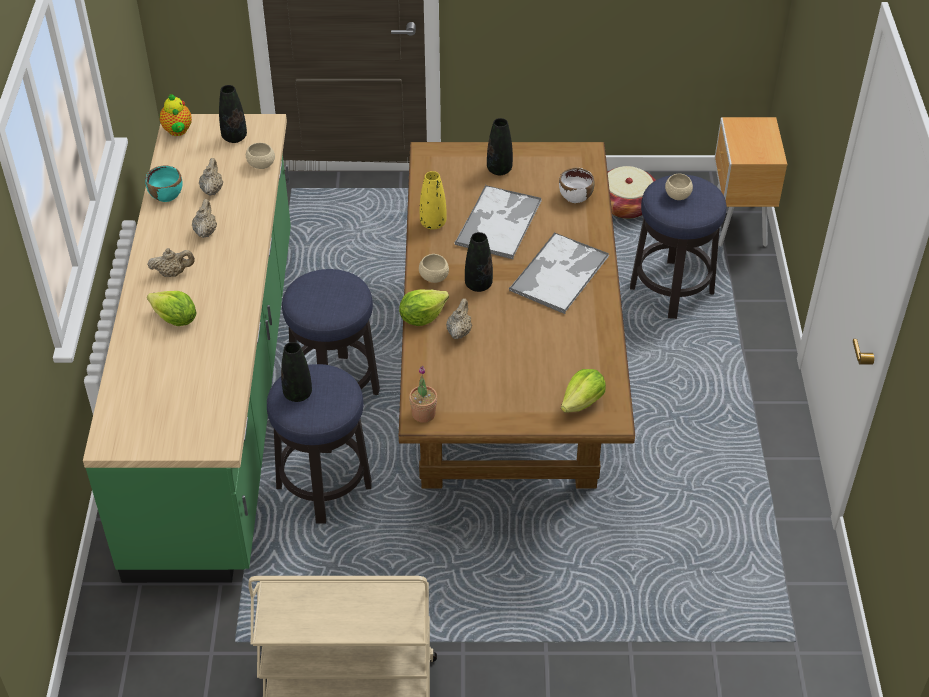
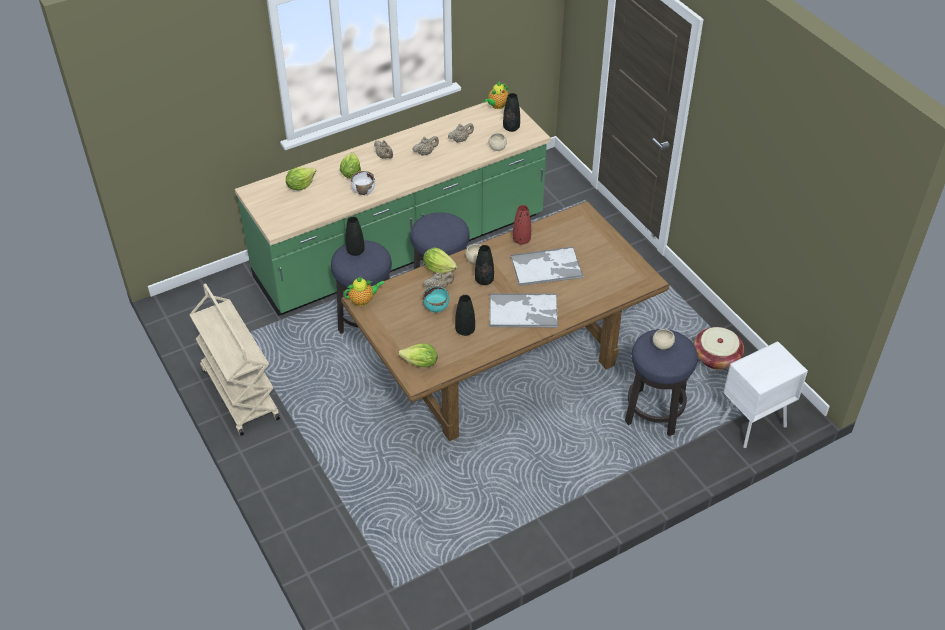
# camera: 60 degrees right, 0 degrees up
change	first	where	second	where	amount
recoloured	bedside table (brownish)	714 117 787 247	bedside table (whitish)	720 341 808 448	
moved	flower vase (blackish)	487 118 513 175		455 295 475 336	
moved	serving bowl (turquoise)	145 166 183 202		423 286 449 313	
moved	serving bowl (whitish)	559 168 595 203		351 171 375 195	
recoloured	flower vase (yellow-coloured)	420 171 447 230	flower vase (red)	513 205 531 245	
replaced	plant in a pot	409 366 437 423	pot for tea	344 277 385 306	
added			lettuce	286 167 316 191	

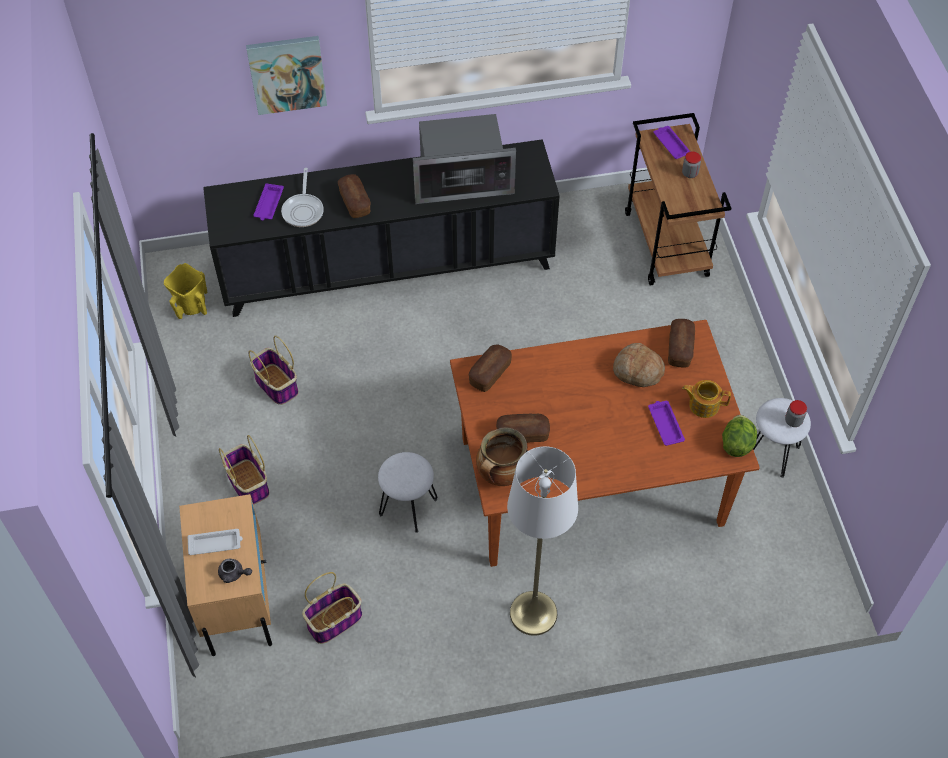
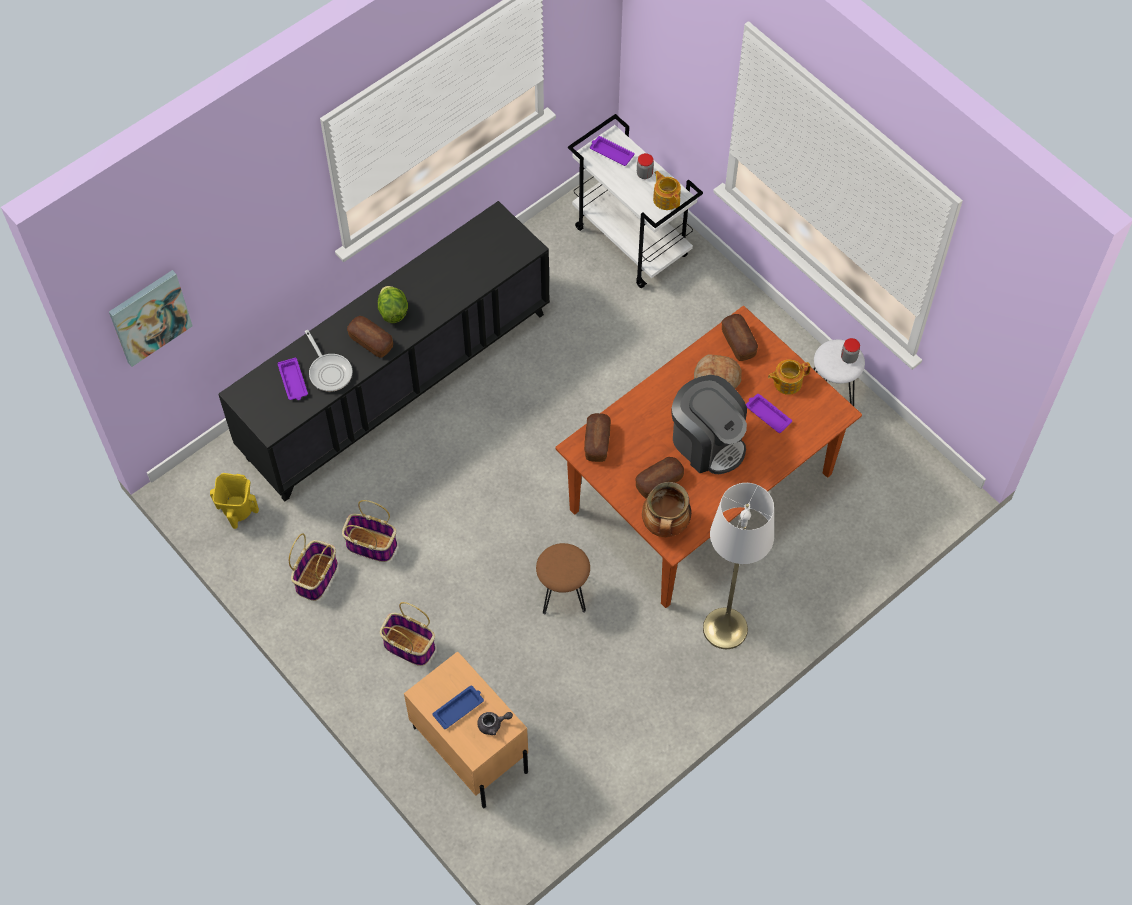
# camera: 30 degrees left, 5 degrees up
change	first	where	second	where	amount
moved	wall art	246 36 327 115		109 270 193 367	
recoloured	cart (brownish)	625 113 732 285	cart (whitish)	568 114 703 288	
removed	microwave oven	413 114 516 204			
moved	lettuce	722 415 757 457		378 286 408 323	
recoloured	stool seat (whitish)	378 452 438 533	stool seat (brownish)	536 543 590 614	
recoloured	tray (whitish)	188 529 243 555	tray (bluish)	433 686 484 729	
moved	storage basket	302 572 362 644		289 533 338 601	
added			pot for tea	653 171 681 210	
added			coffee machine	671 375 747 474	

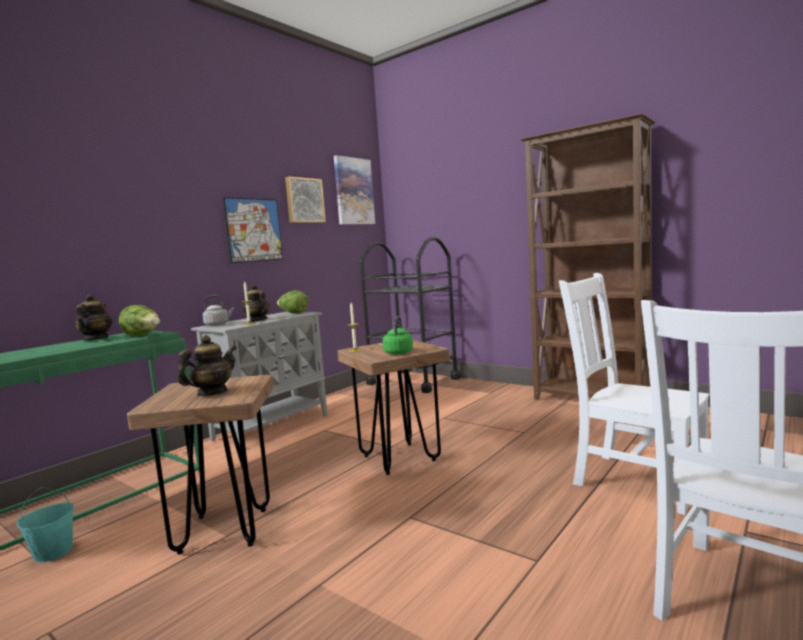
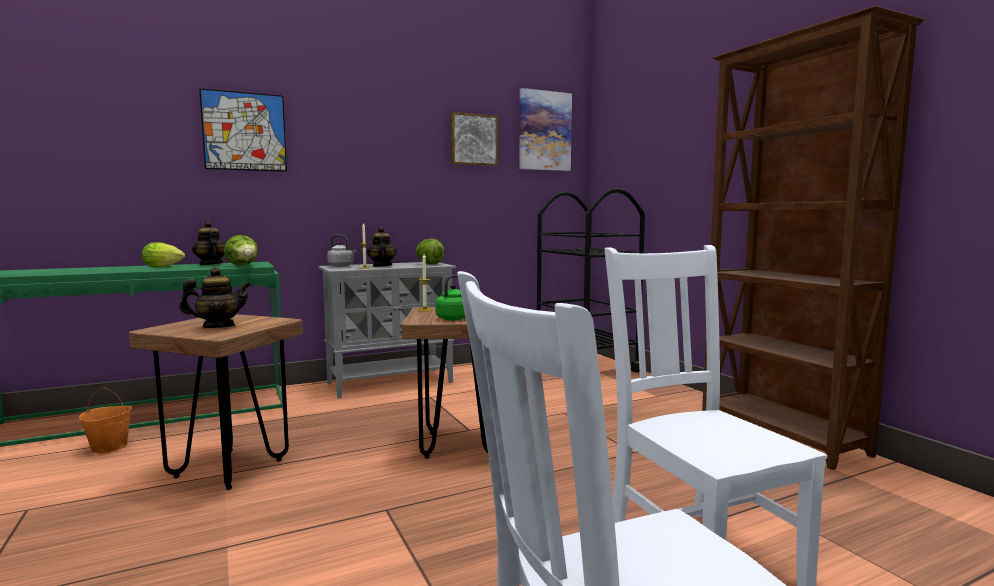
# camera: 25 degrees right, 0 degrees up
change	first	where	second	where	amount
moved	wall art	223 197 283 263		199 88 287 172	
turned	pot for tea	75 294 112 341		192 221 225 265	60 degrees counterclockwise
recoloured	water bucket (turquoise)	17 487 74 563	water bucket (orange)	79 387 132 453	
added			lettuce	142 242 185 267	

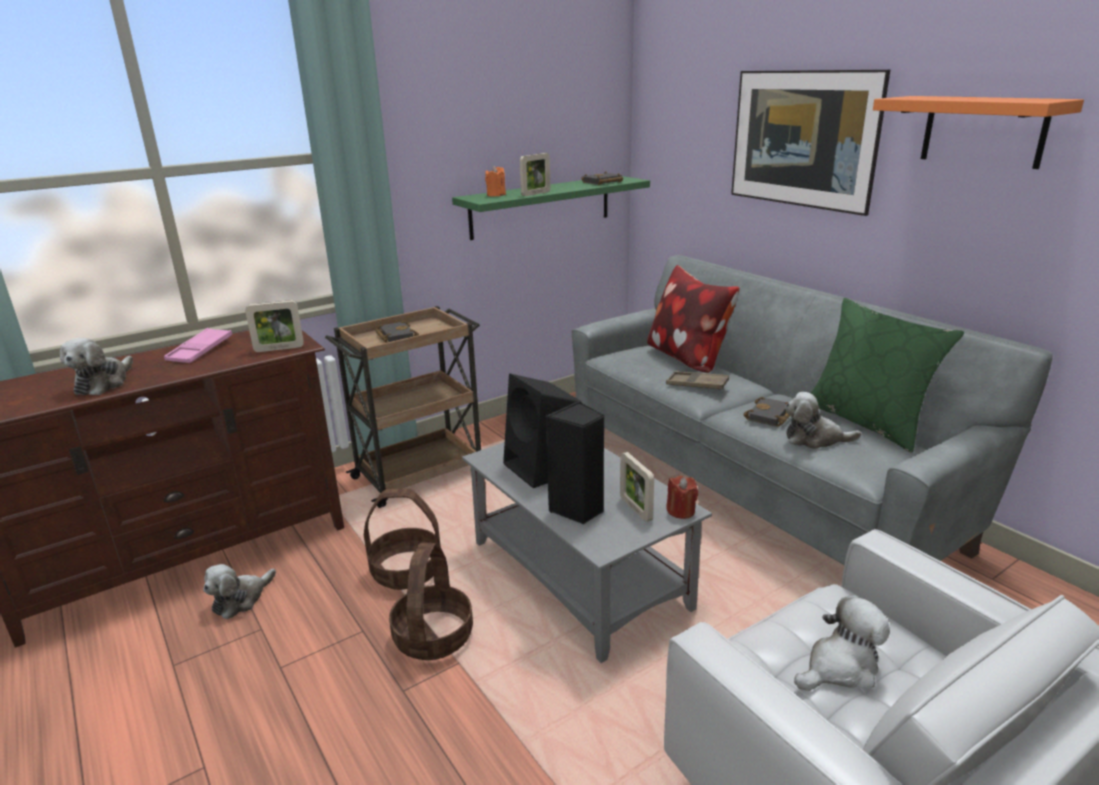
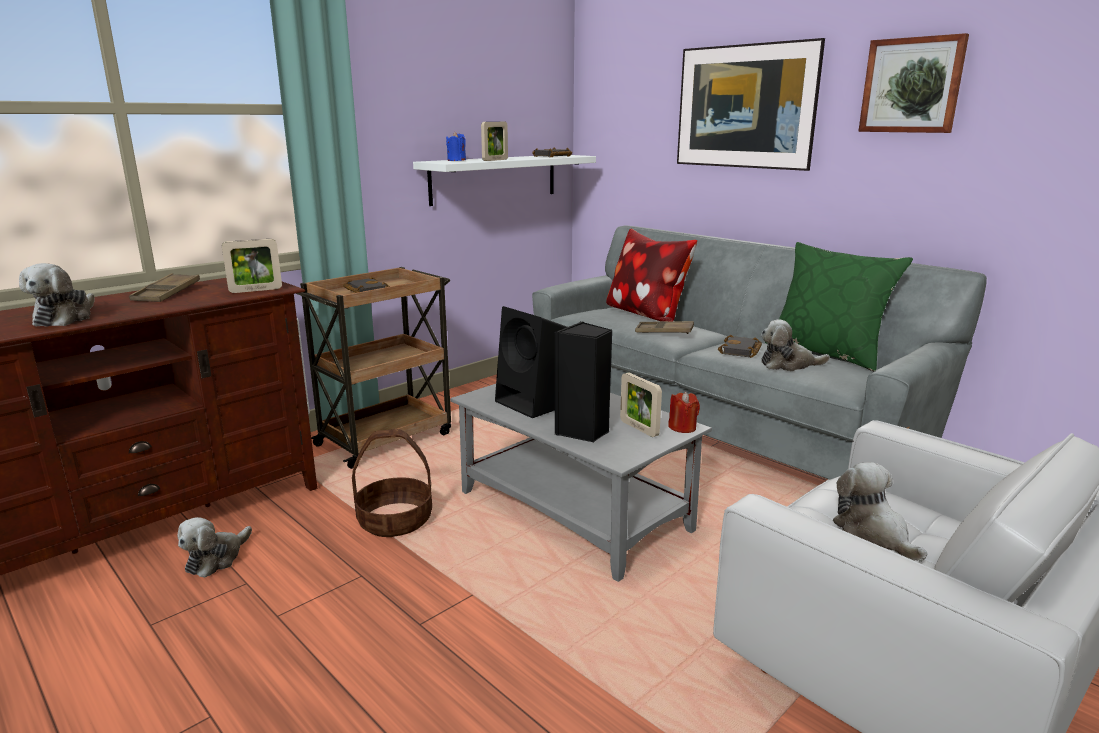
# camera: 10 degrees left, 5 degrees down
change	first	where	second	where	amount
replaced	shelf (orange)	873 96 1084 169	wall art	858 33 969 133	
recoloured	wax candle (orange)	485 166 506 196	wax candle (bluish)	446 132 466 161	
recoloured	shelf (green)	452 176 650 240	shelf (whitish)	413 155 596 206	
recoloured	tray (pink)	164 328 232 363	tray (brownish)	129 273 200 302	
removed	storage basket	389 542 473 660			
turned	soft toy	794 595 890 691		833 462 927 562	75 degrees counterclockwise

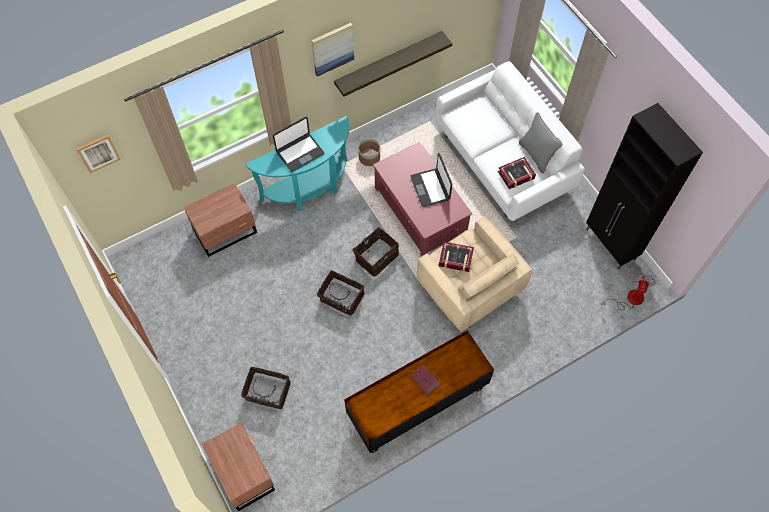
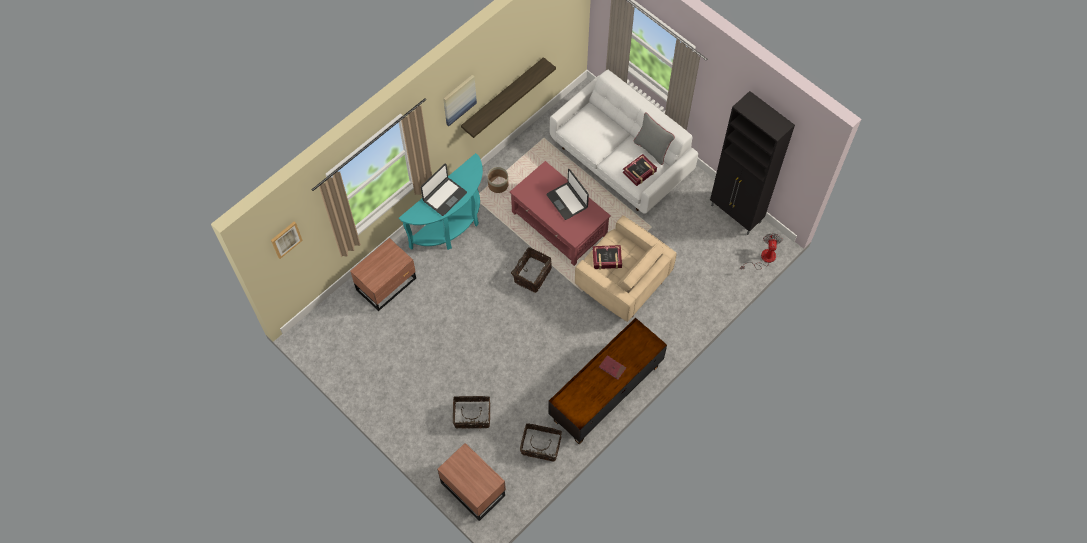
# camera: 15 degrees left, 0 degrees up
change	first	where	second	where	amount
moved	storage basket	317 270 365 316		520 423 562 465	

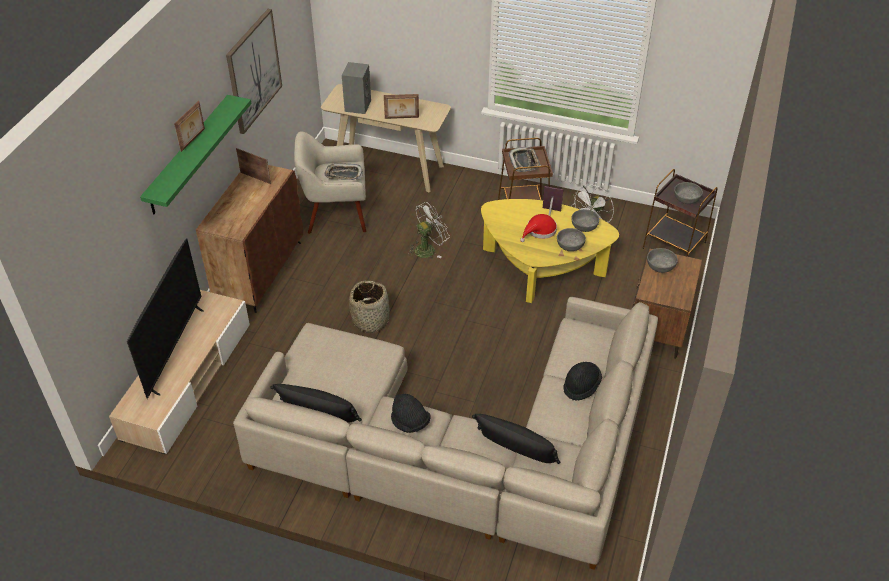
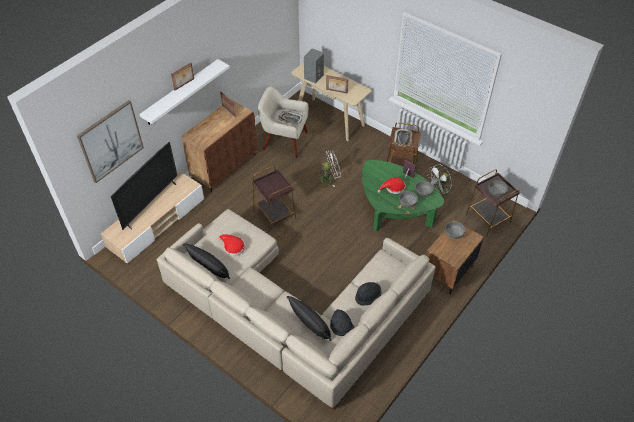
# camera: 20 degrees right, 5 degrees up
change	first	where	second	where	amount
moved	wall art	226 9 282 134		77 100 144 183	
recoloured	shelf (green)	140 95 252 214	shelf (whitish)	139 59 230 125	
recoloured	low table (yellow-coloured)	481 199 619 303	low table (green)	362 160 444 232	
replaced	storage basket	349 280 390 333	end table (brownish)	252 166 296 232	
moved	wearable hat (blackish)	391 394 431 433		330 309 354 336	
added			wearable hat (red)	218 234 245 256	

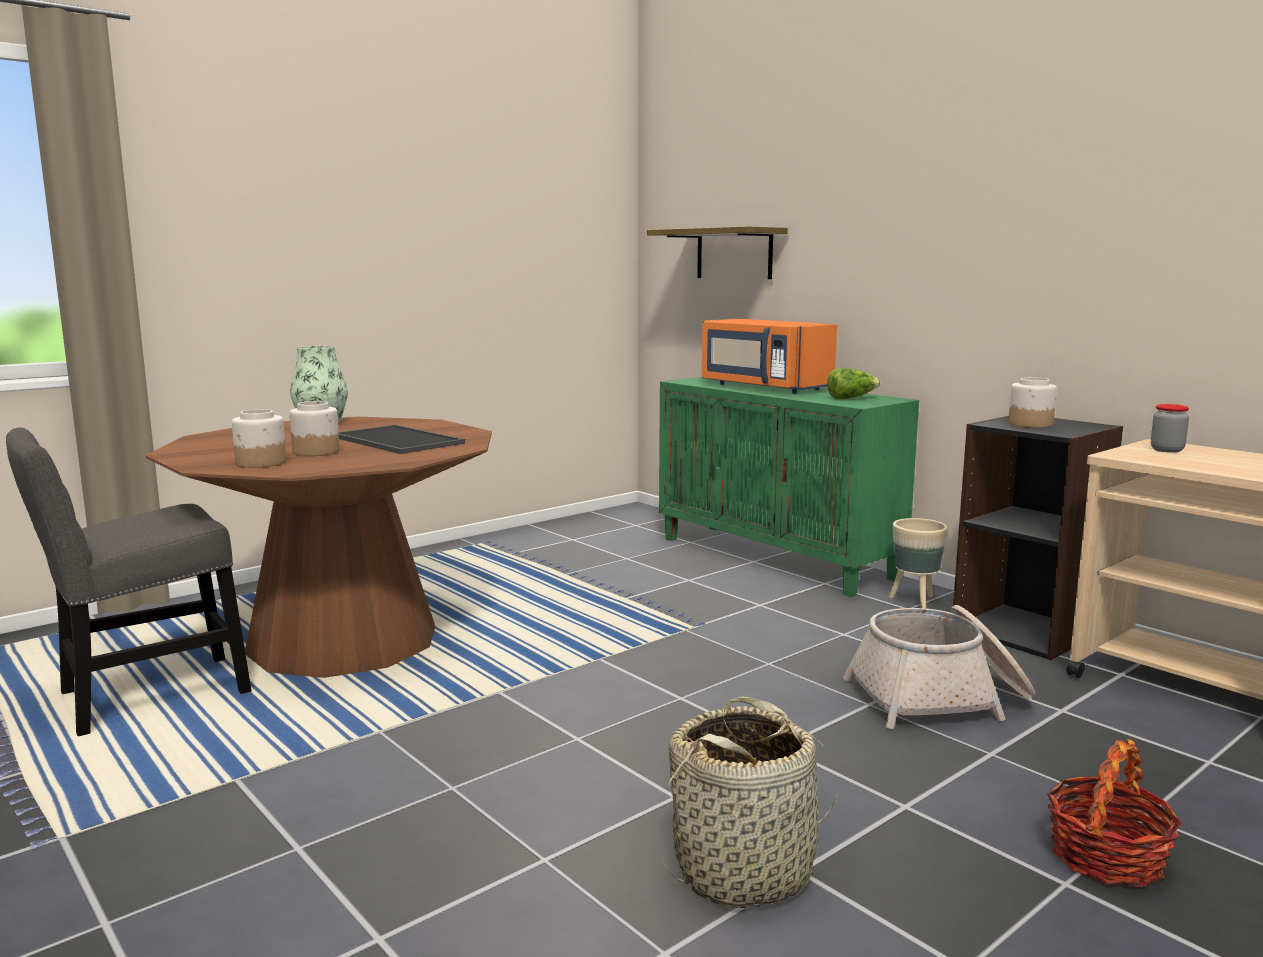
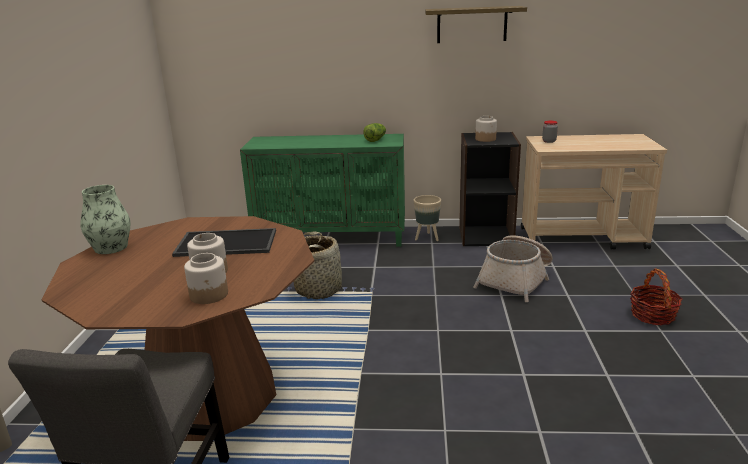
# camera: 45 degrees left, 10 degrees up
change	first	where	second	where	amount
moved	shelf	647 226 788 279		425 6 527 43	
removed	microwave oven (orange)	702 319 837 394			
moved	storage basket	661 696 839 908		293 231 342 299	

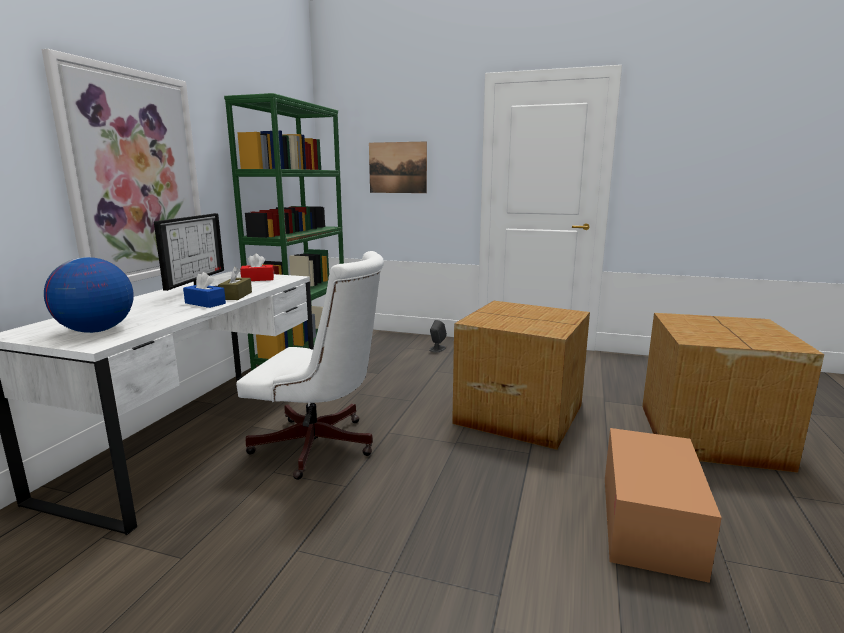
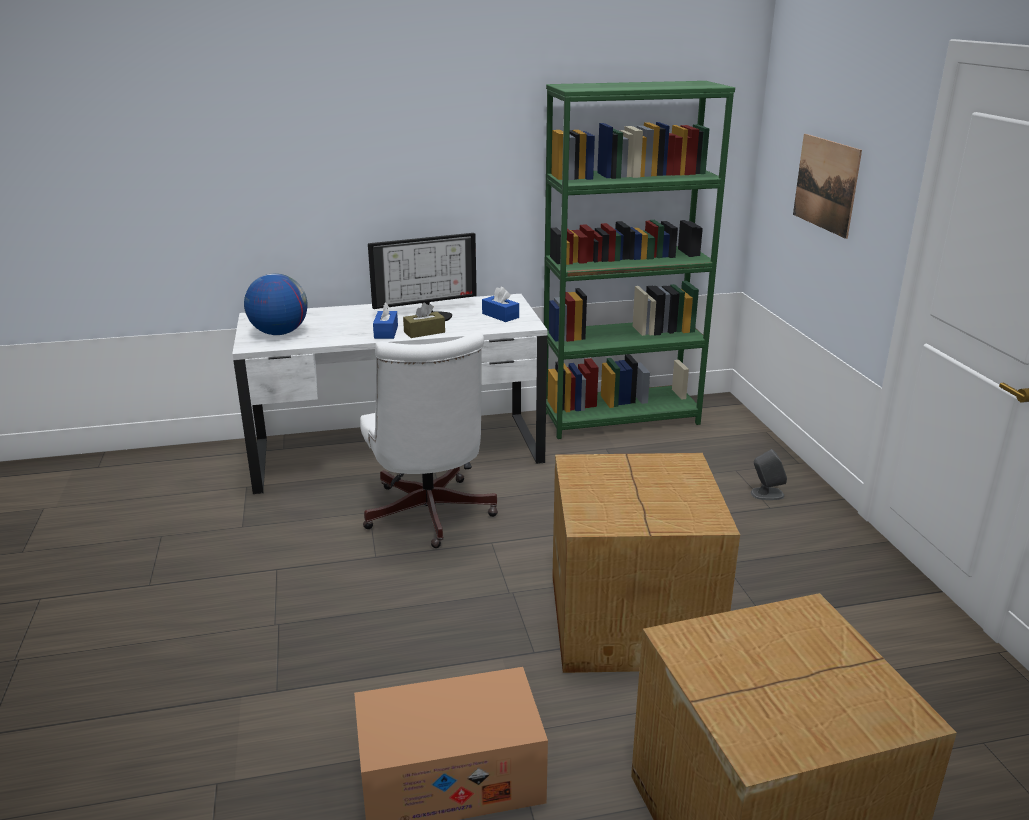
# camera: 60 degrees right, 10 degrees up
change	first	where	second	where	amount
removed	wall art	42 49 201 282			
recoloured	box of tissues (red)	240 254 274 281	box of tissues (bluish)	482 286 519 322	

